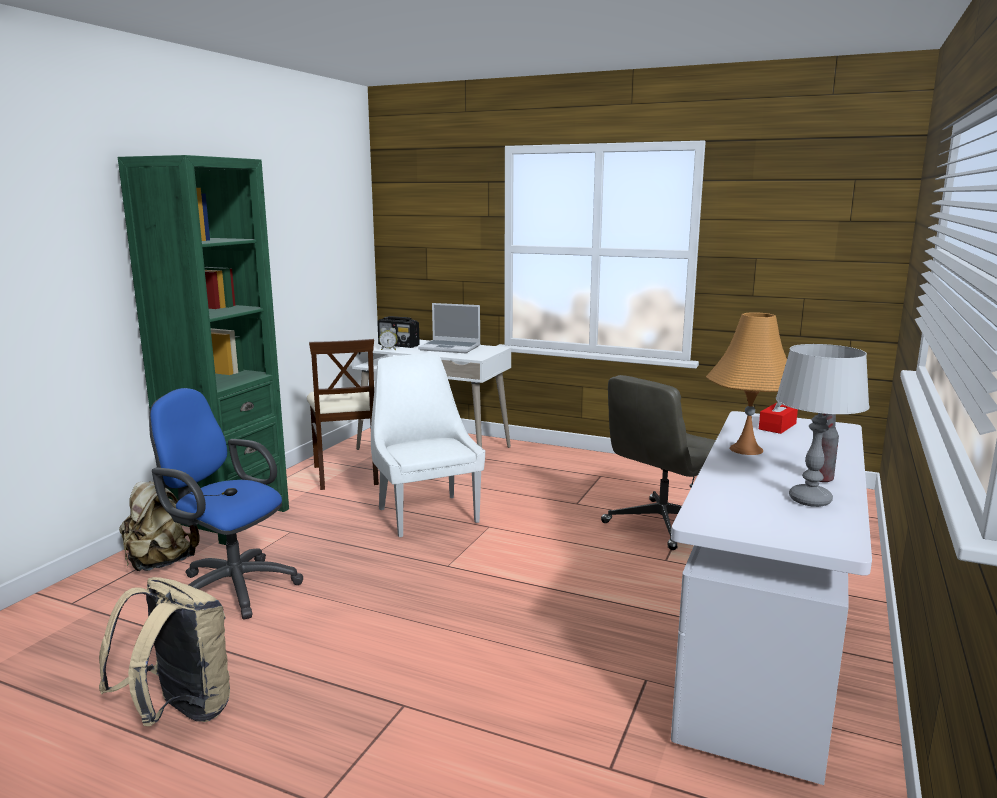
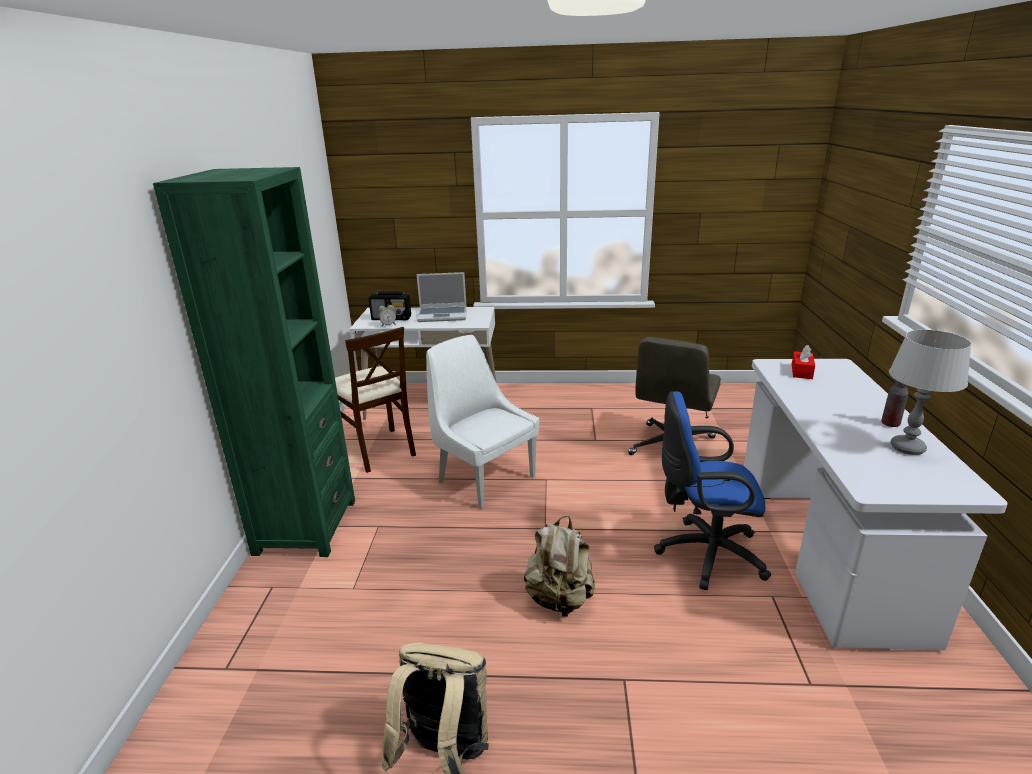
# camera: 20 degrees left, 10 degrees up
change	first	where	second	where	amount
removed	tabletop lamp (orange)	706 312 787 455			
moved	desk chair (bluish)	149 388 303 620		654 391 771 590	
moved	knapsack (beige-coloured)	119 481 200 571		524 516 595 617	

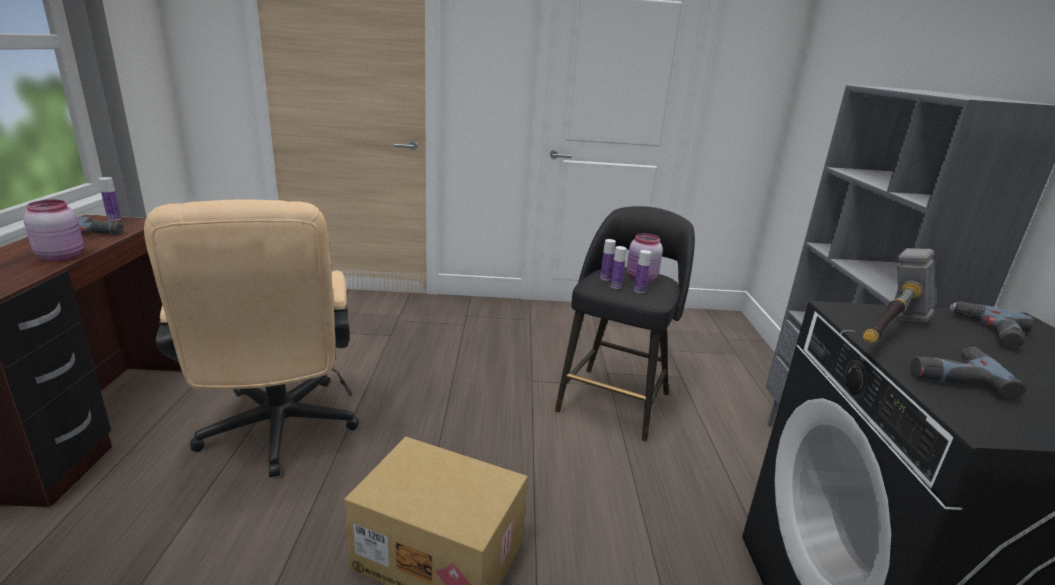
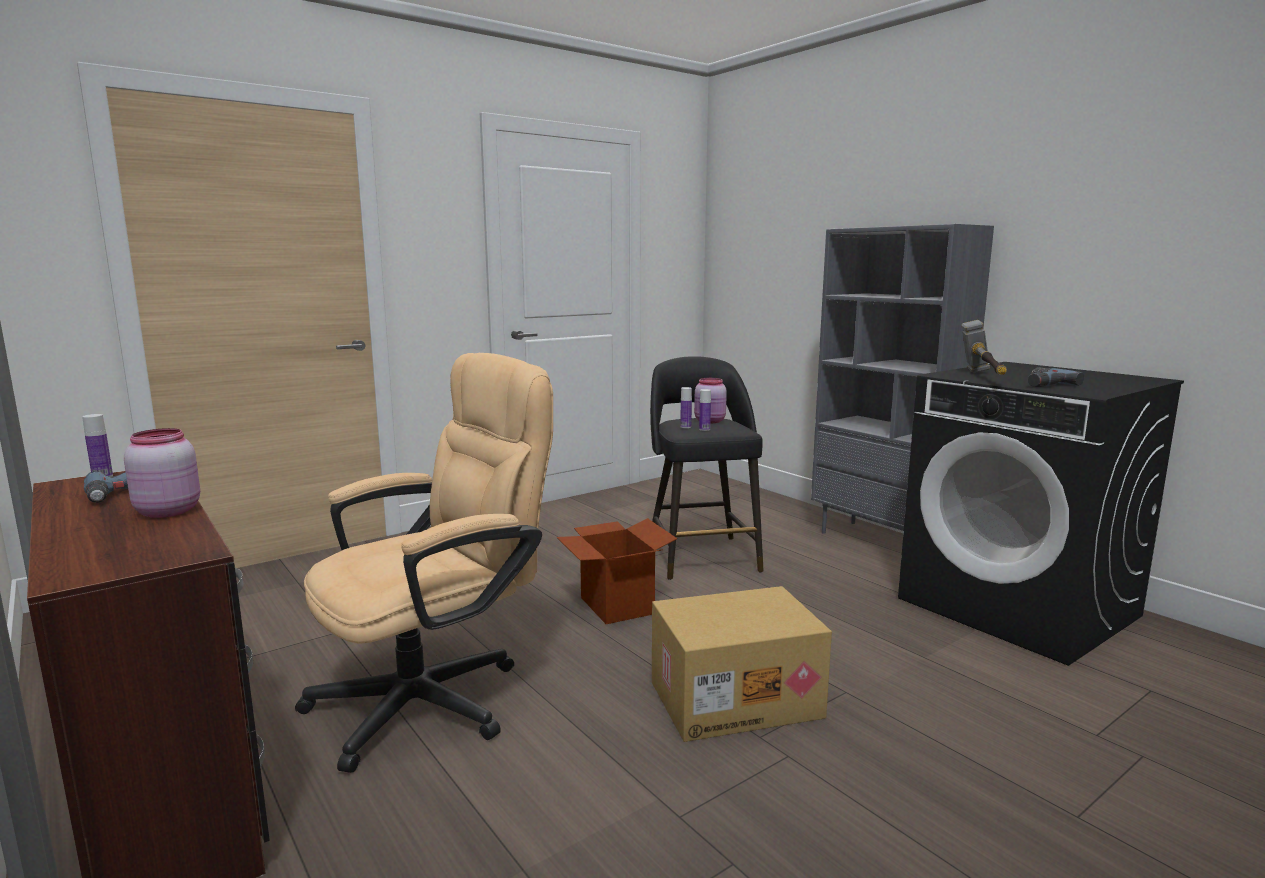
# camera: 35 degrees left, 10 degrees down
change	first	where	second	where	amount
turned	desk chair (beige-coloured)	144 200 359 477		295 353 553 773	75 degrees counterclockwise
removed	drink bottle	634 250 651 293			
removed	electric drill	949 301 1034 349			
added			carton	556 518 677 624	

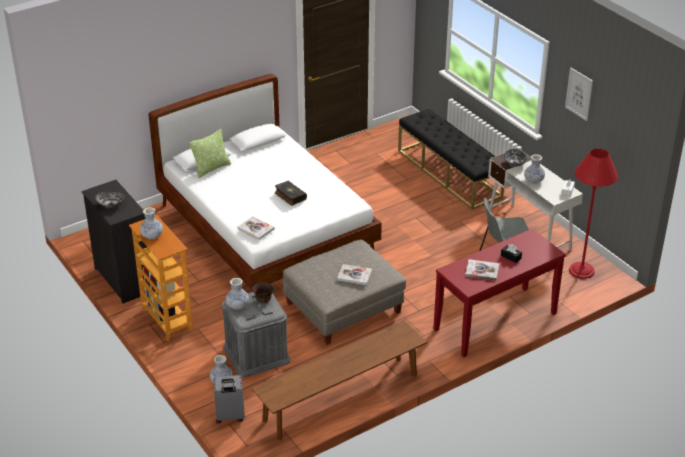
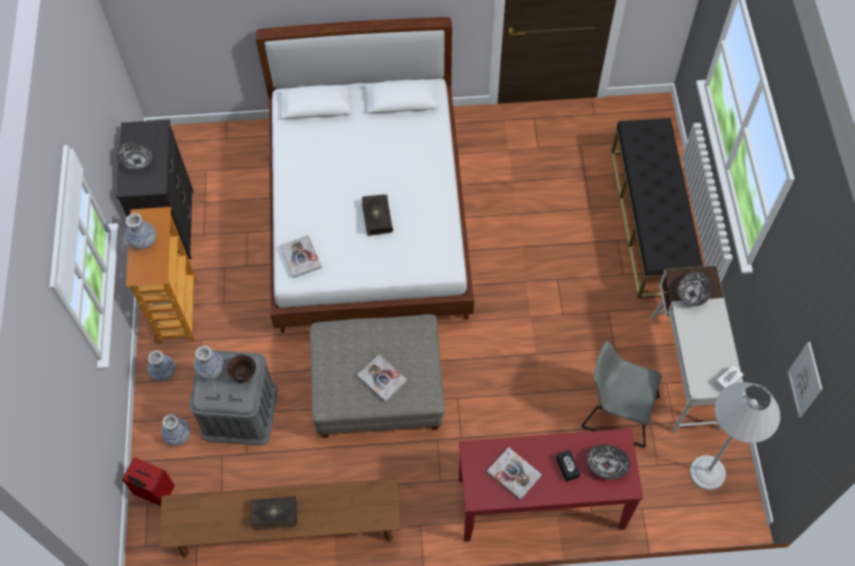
# camera: 30 degrees right, 25 degrees up
change	first	where	second	where	amount
moved	wall art	565 68 593 121		788 342 823 417	
removed	cushion	189 129 231 178			
recoloured	floor lamp (red)	569 148 618 279	floor lamp (whitish)	690 382 780 490	
moved	flower vase	524 154 545 184		147 350 176 382	
recoloured	piece of luggage (gray)	214 375 245 424	piece of luggage (red)	122 457 175 506	
added			serving bowl	587 444 631 479	
added			volume	251 496 297 530	

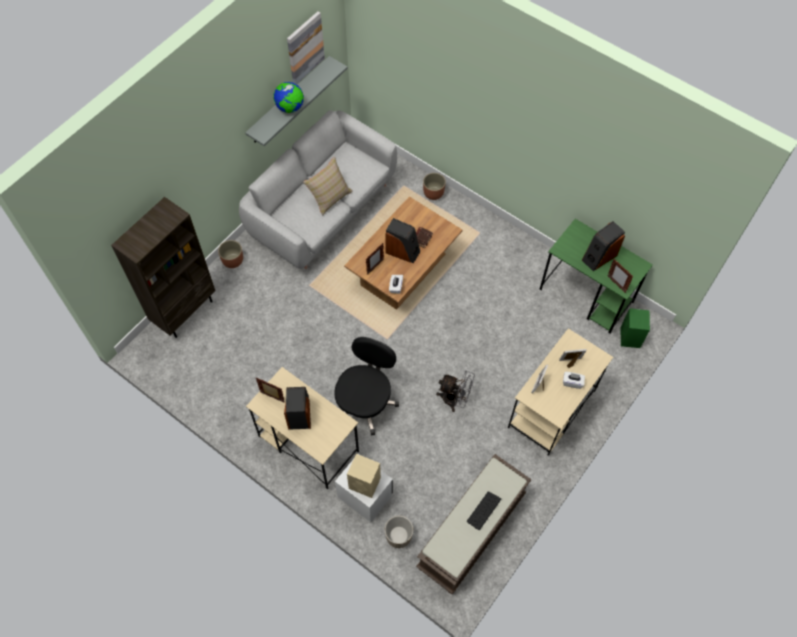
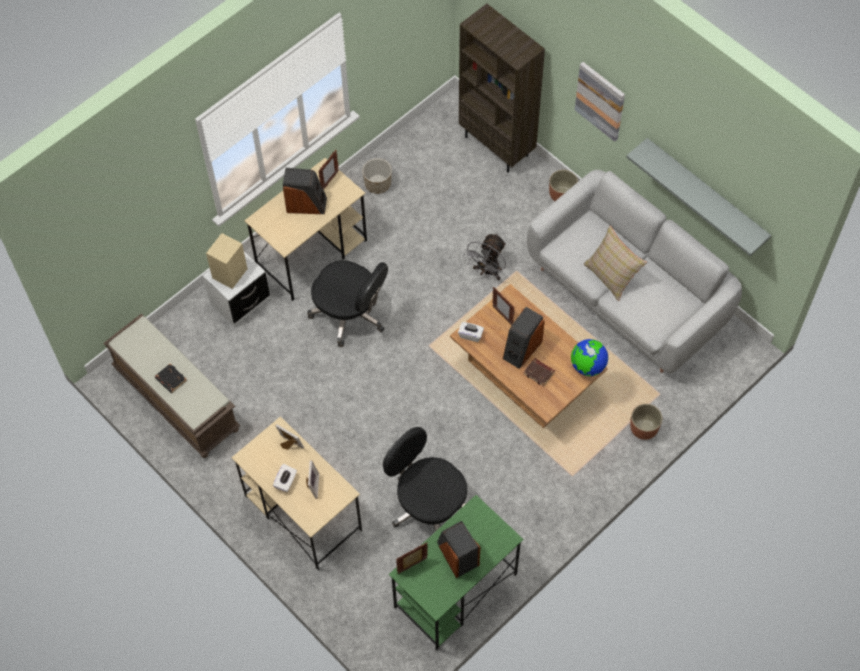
# camera: 100 degrees right, 0 degrees up
change	first	where	second	where	amount
moved	wall art	287 11 325 85		575 62 625 142	
moved	desk globe	273 82 304 113		571 339 608 376	
removed	loudspeaker (green)	621 308 650 348			
moved	electric fan (gray)	436 370 475 412		463 233 506 280	
replaced	PC keyboard	467 491 501 530	volume (blackish)	155 364 187 393	
moved	plant pot	385 516 413 548		362 158 392 194	
added			desk chair (blackish)	383 427 467 532	

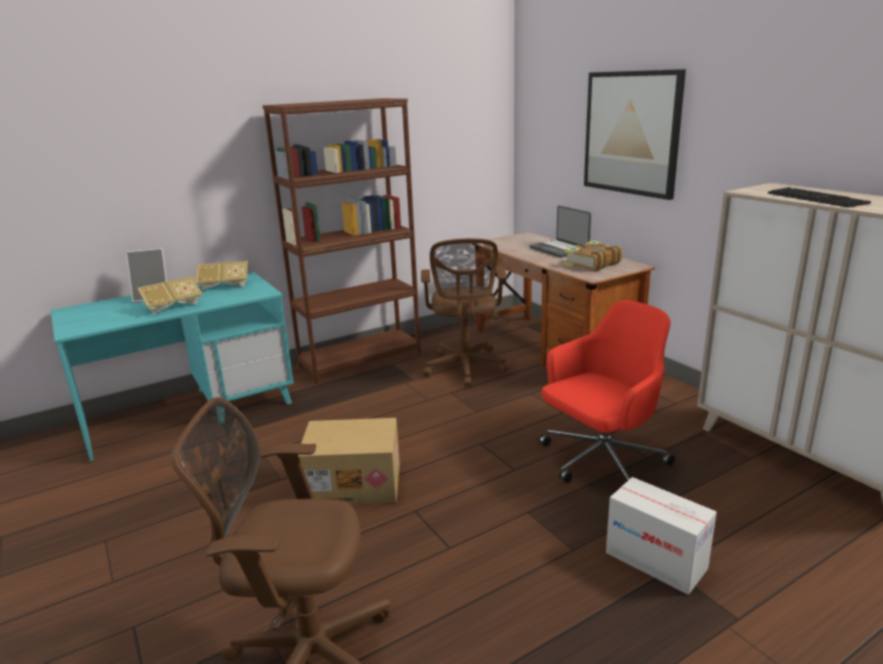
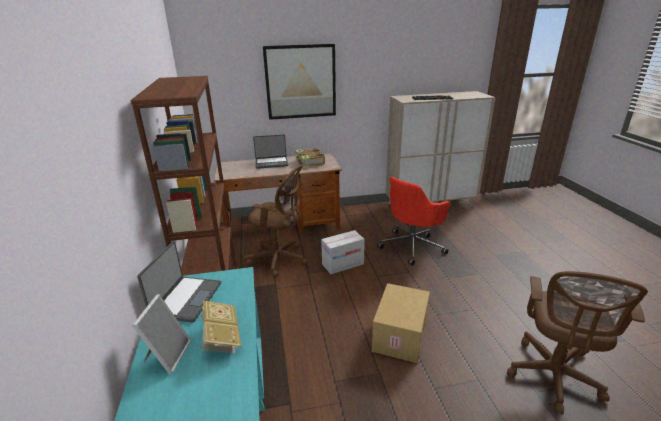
# camera: 70 degrees left, 5 degrees up
change	first	where	second	where	amount
replaced	volume	195 261 248 290	notebook computer	137 241 221 323	
turned	desk chair (red)	538 300 675 483		377 177 450 266	120 degrees counterclockwise
moved	carton	606 477 717 595		321 230 365 274	

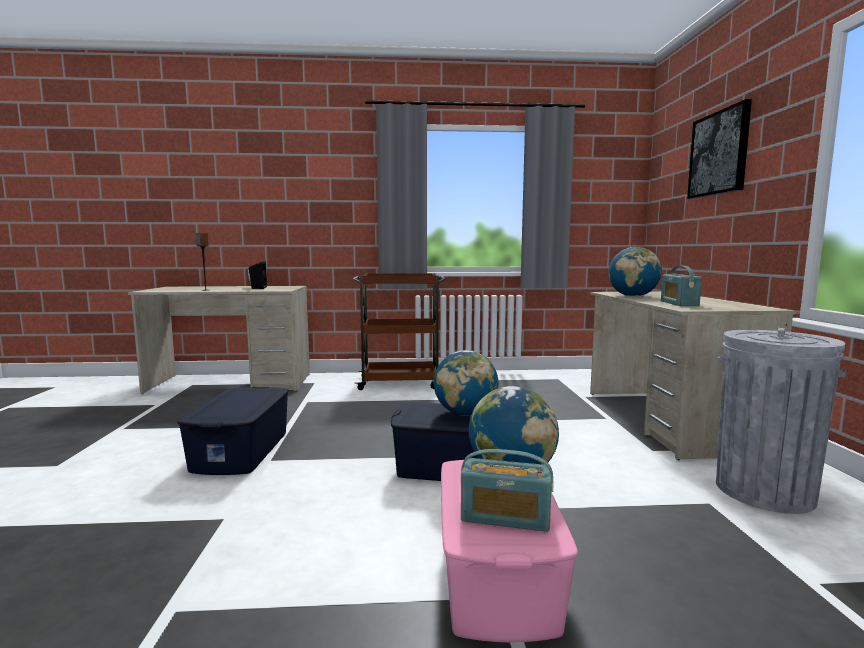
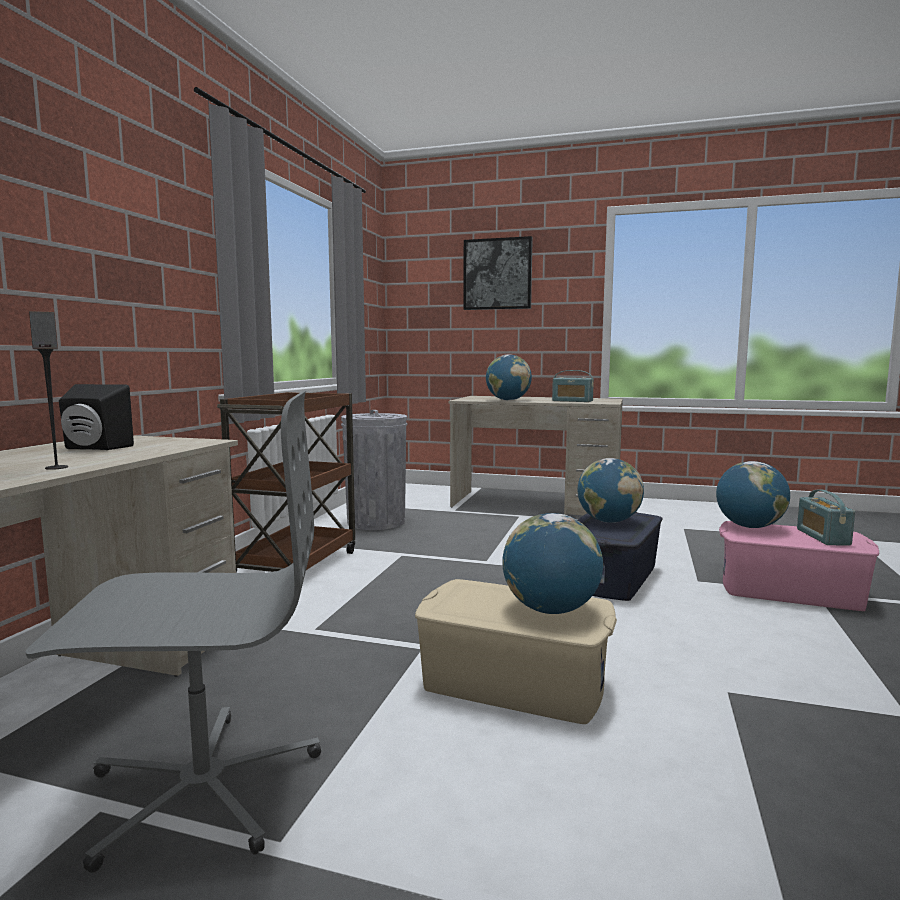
# camera: 70 degrees left, 0 degrees up
change	first	where	second	where	amount
moved	waste bin (gray)	716 328 847 514		341 410 407 530	
recoloured	storage bin (bluish)	178 387 289 475	storage bin (beige-coloured)	415 579 617 724	
turned	radio	461 449 554 532		797 490 855 546	150 degrees clockwise
added			desk chair (gray)	25 390 321 873	
added			desk globe	502 513 603 614	

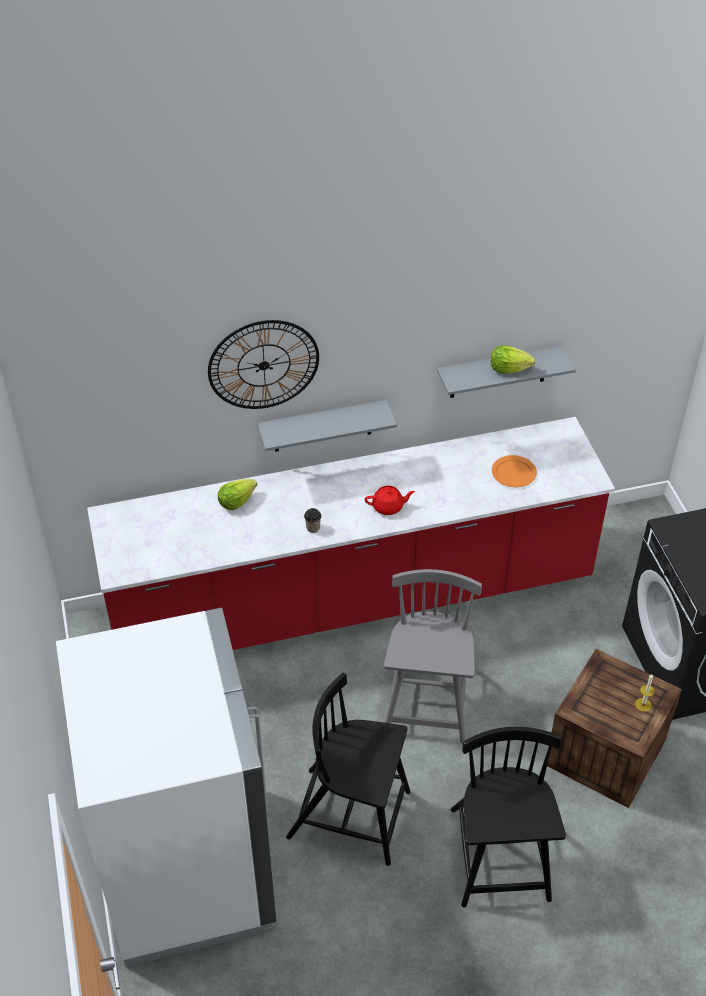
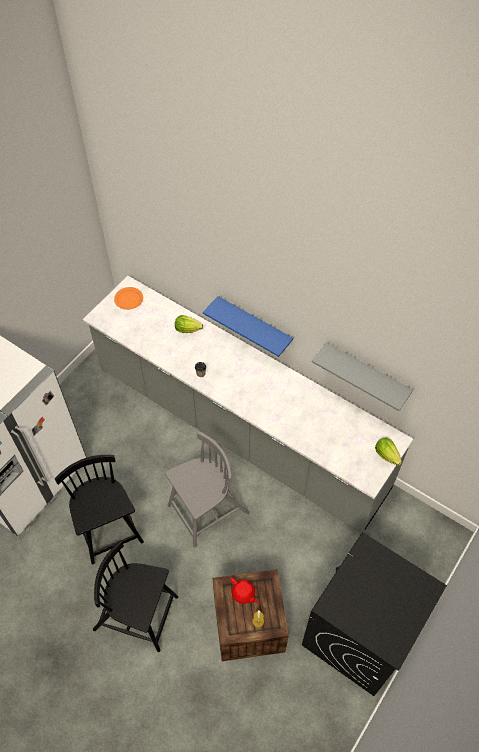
# camera: 50 degrees right, 10 degrees up
change	first	where	second	where	amount
removed	clock on the wall	208 320 319 409			
moved	lettuce	491 345 536 373		375 437 402 466	
recoloured	shelf (gray)	257 400 397 452	shelf (bluish)	203 296 293 357	
recoloured	kitchen counter (red)	87 417 615 650	kitchen counter (gray)	83 276 413 533	
moved	plate (orange)	492 455 537 487		114 287 143 310	
moved	pot for tea (red)	365 486 415 515		230 578 258 604	
turned	upright chair (blackish)	451 727 566 908		93 541 178 652	120 degrees counterclockwise

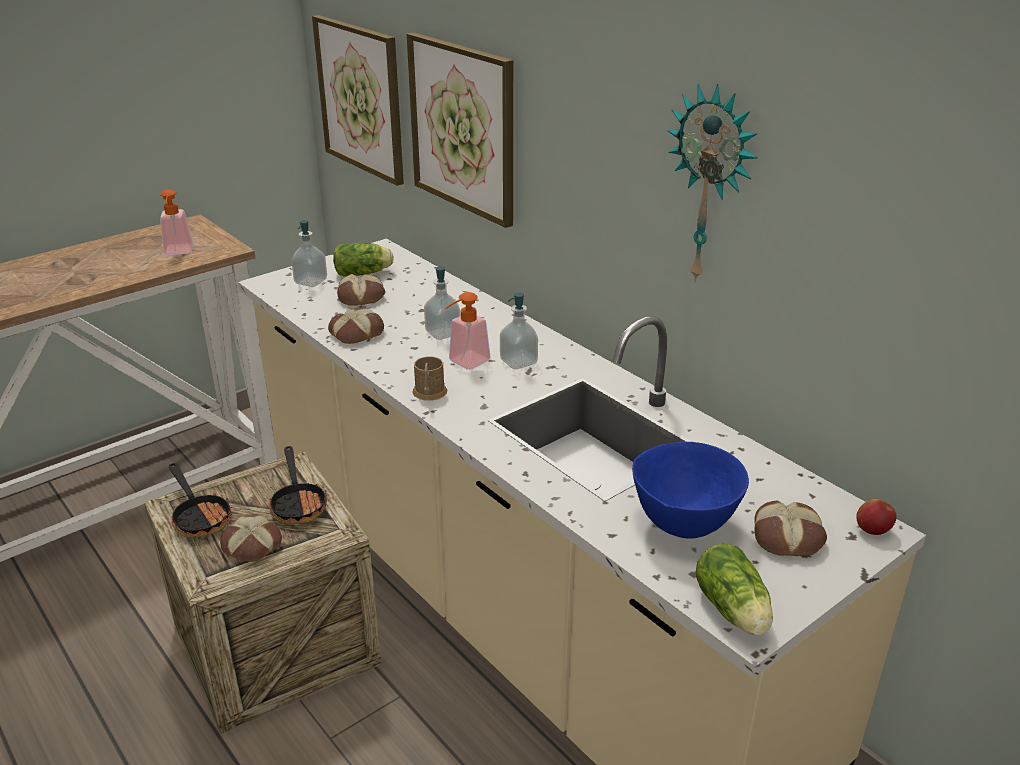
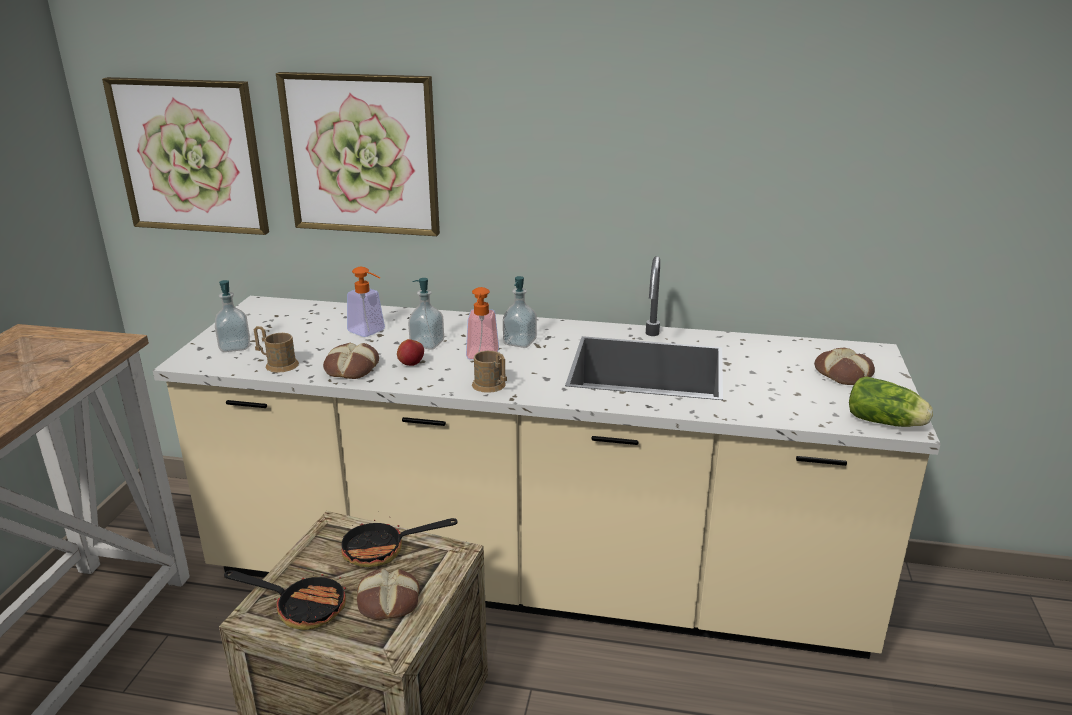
# camera: 40 degrees left, 5 degrees down
change	first	where	second	where	amount
removed	clock on the wall	667 84 757 283			
moved	soap bottle	160 189 193 255		347 267 385 337	
removed	lettuce	333 243 394 277			
removed	bread	337 274 385 306			
removed	serving bowl (bluish)	632 442 749 539			
turned	pan	269 446 327 524		341 511 458 567	135 degrees clockwise
moved	whole apple	856 499 896 535		397 339 424 366	
added			mug (brownish)	253 326 299 373	

